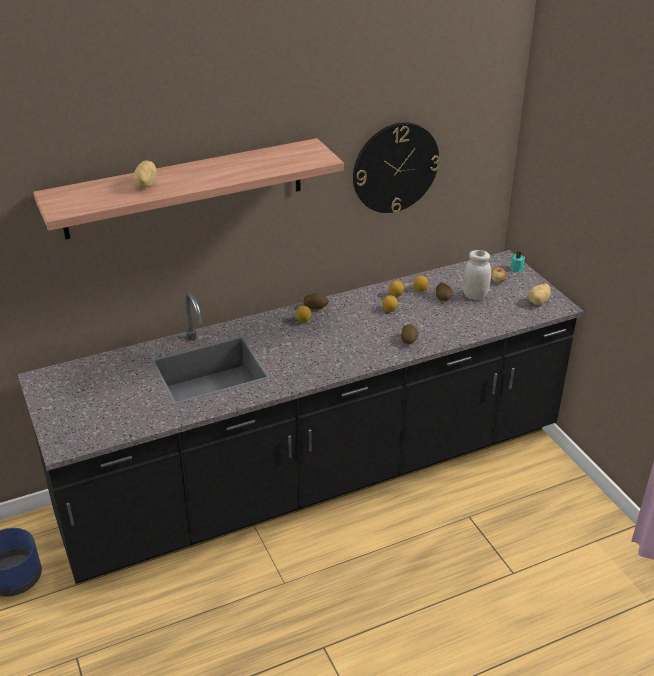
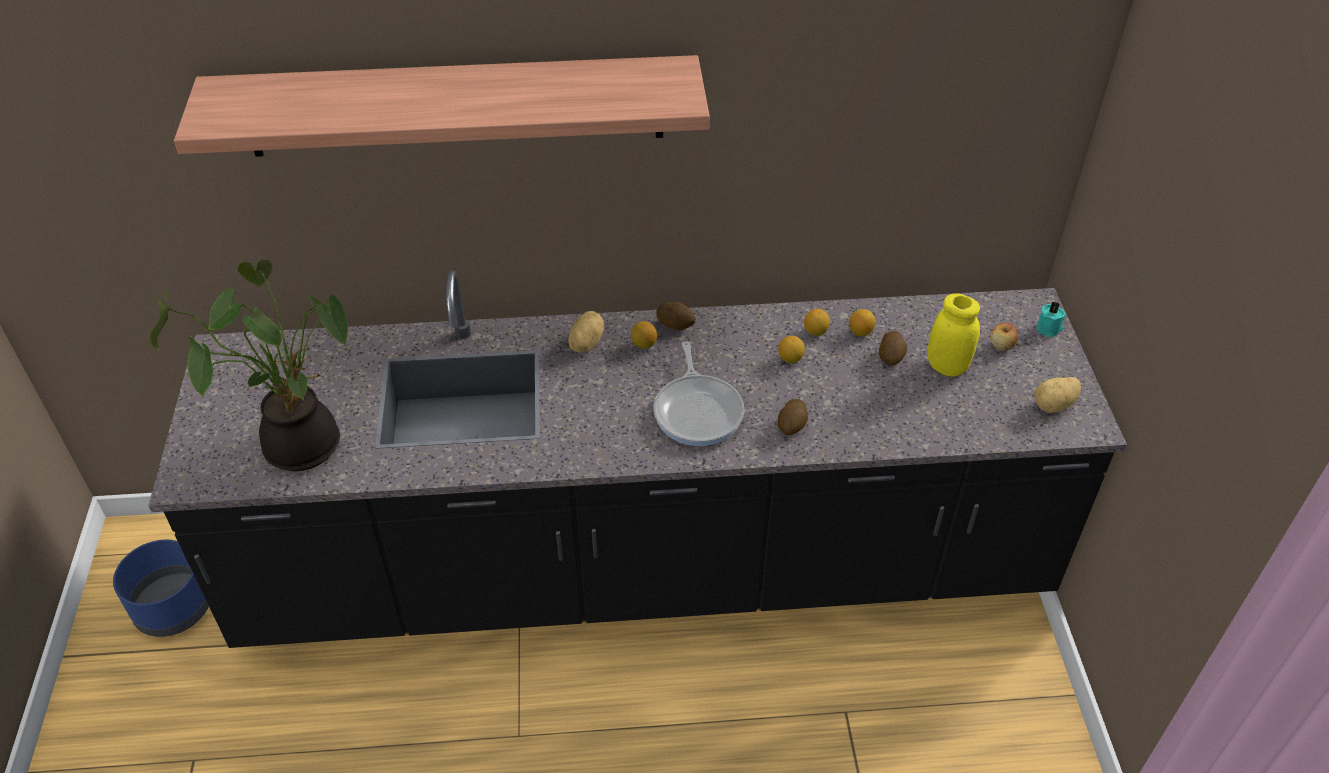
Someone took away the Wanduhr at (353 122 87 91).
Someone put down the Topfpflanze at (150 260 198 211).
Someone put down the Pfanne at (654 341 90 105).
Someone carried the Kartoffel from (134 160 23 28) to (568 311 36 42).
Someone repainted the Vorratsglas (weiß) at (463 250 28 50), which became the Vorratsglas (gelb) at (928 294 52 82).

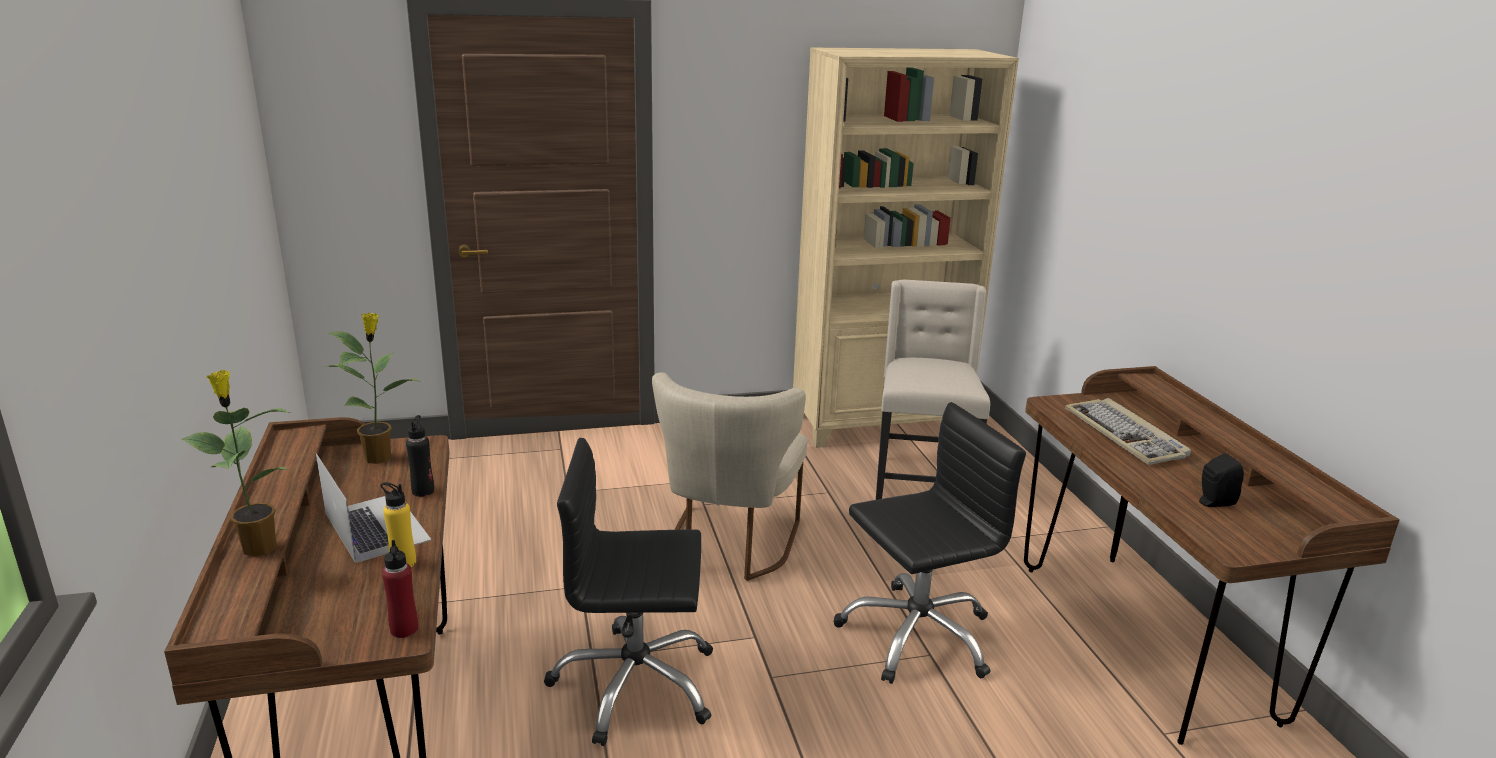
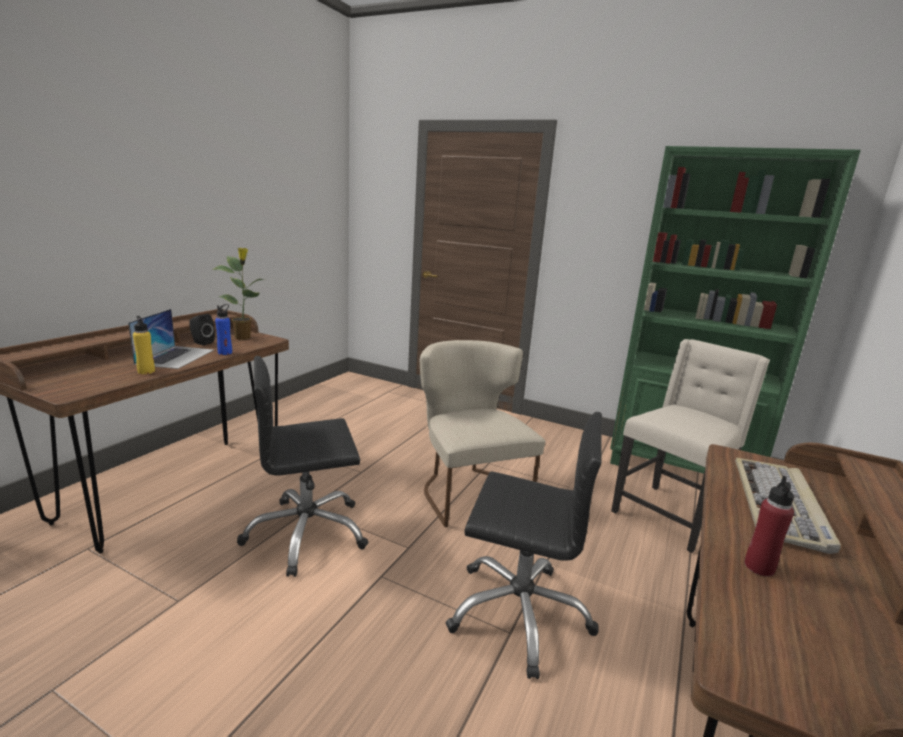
Someone took away the Topfpflanze at (181 370 110 187).
Someone carried the Flasche (rot) from (382 540 36 98) to (744 476 50 101).
Someone carried the Lautsprecher (schwarz) from (1199 453 45 54) to (189 314 26 31).
Someone repainted the Flasche (schwarz) at (406 415 28 82), which became the Flasche (blau) at (215 304 17 51).
Someone repainted the Bücherregal (beige) at (793 47 226 401), which became the Bücherregal (grün) at (610 146 251 327).
Someone rotated the Bürostuhl (schwarz) at (544 438 169 308) by 60 degrees counterclockwise.
Someone rotated the Stuhl (beige) at (652 373 156 208) by 105 degrees clockwise.

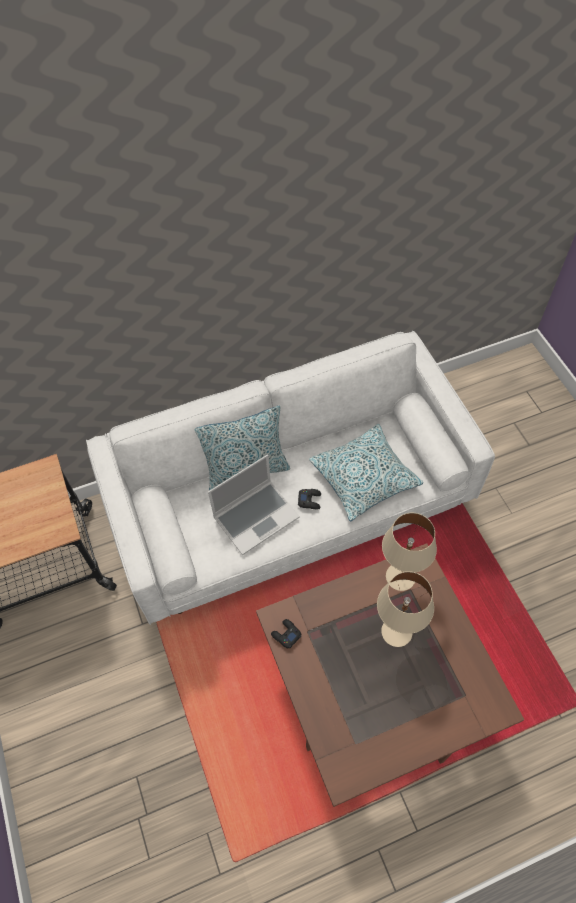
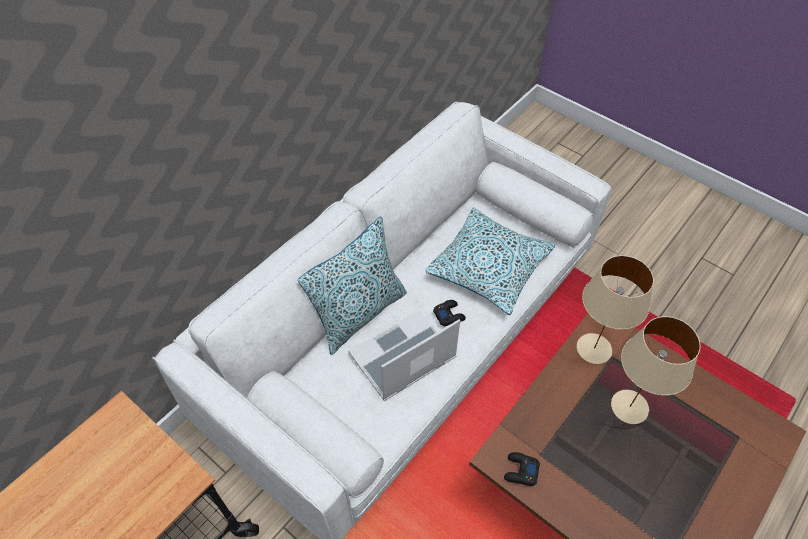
Someone rotated the Laptop at (208 454 92 101) by 150 degrees counterclockwise.

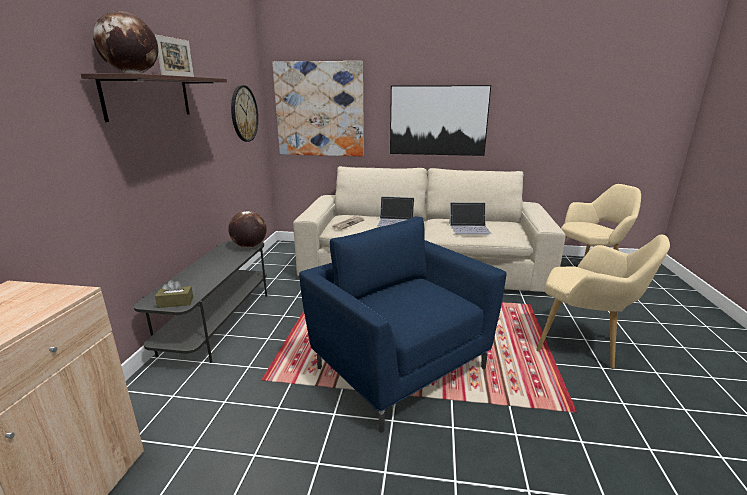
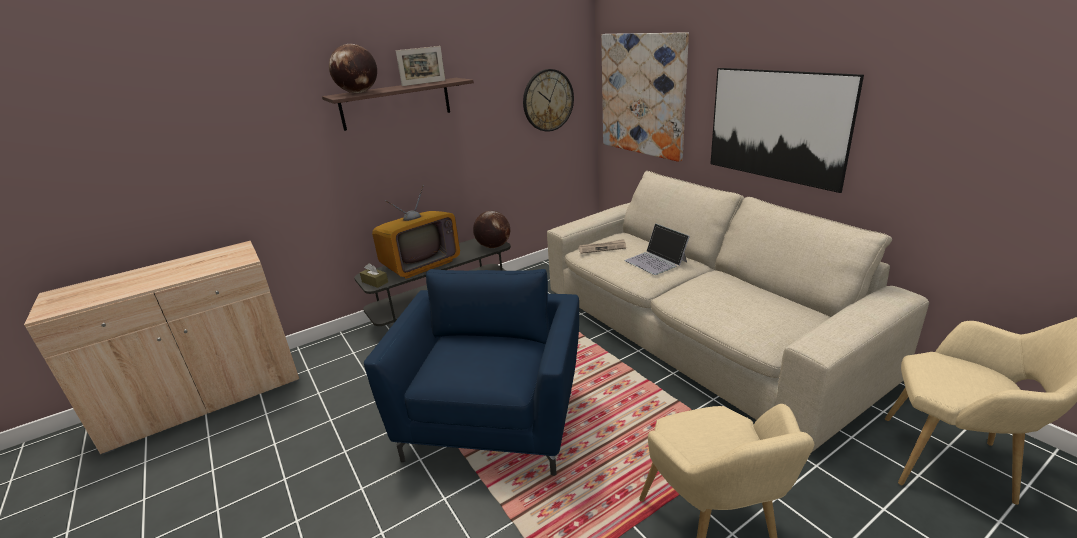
Someone took away the Laptop at (449 202 42 32).
Someone put down the Fernseher at (372 185 88 94).

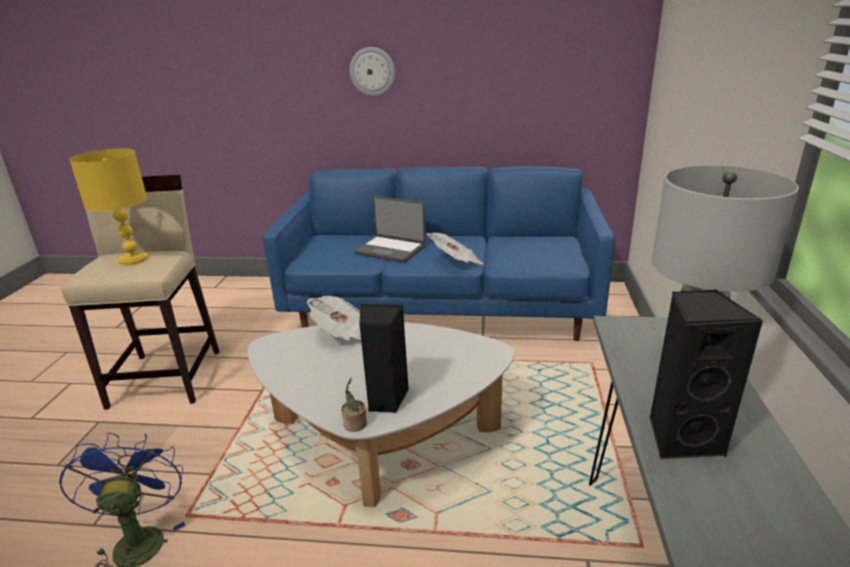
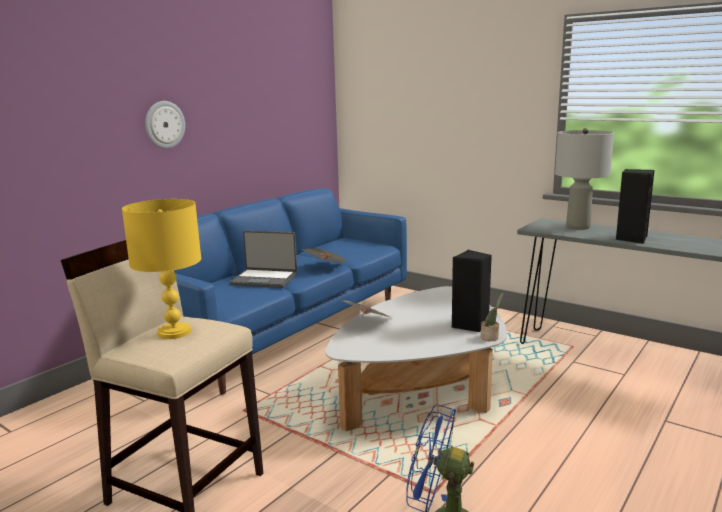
Someone rotated the Laptop at (354 196 72 67) by 45 degrees clockwise.

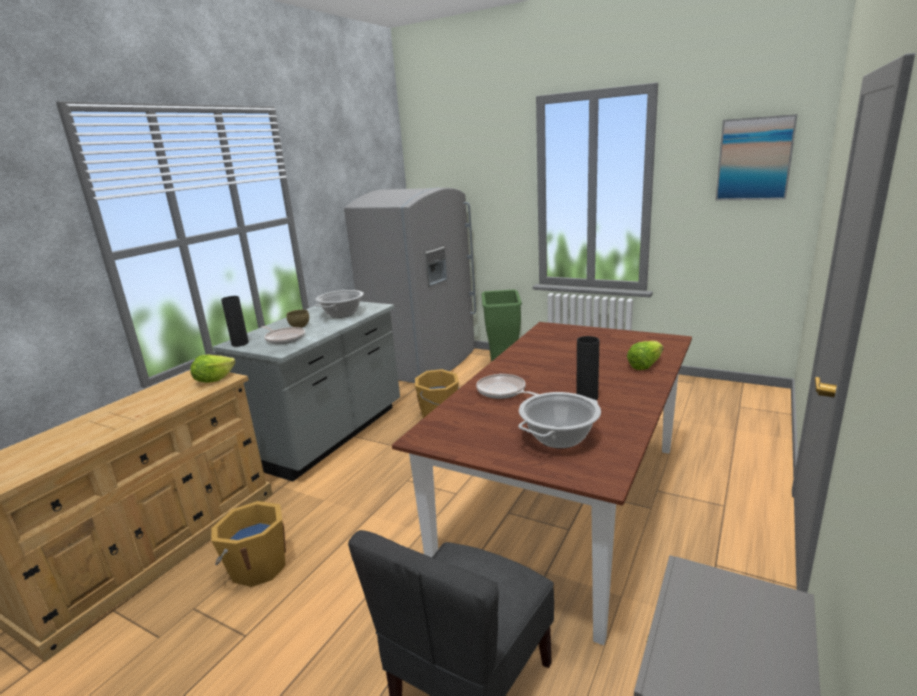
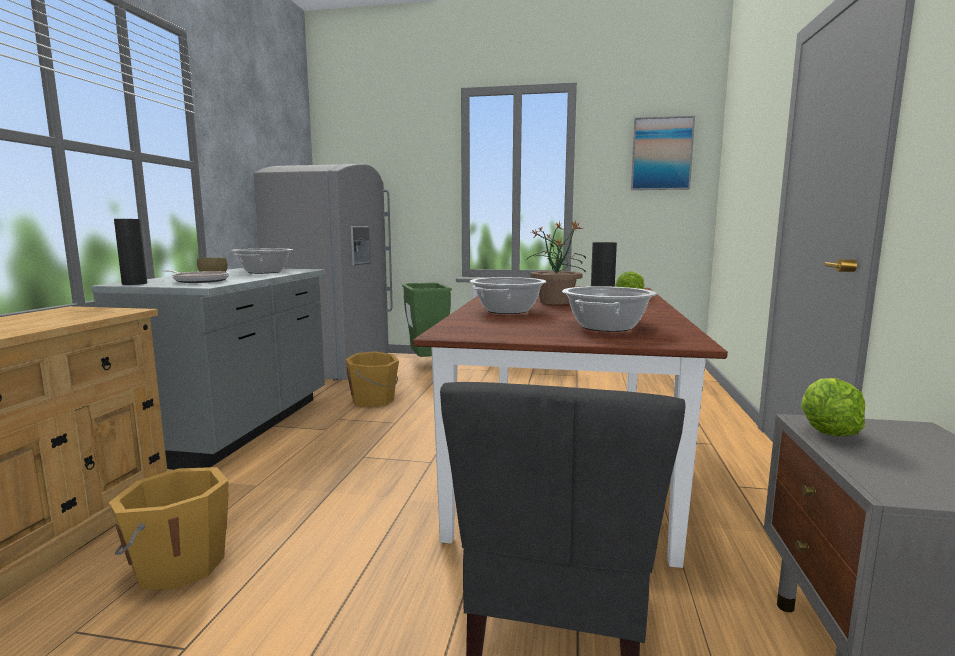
Someone put down the Topfpflanze at (525 221 61 84).
Someone carried the Salatkopf from (190 355 46 28) to (801 378 64 58).
Someone swapped the Pfanne at (476 374 62 25) for the Kochtopf at (470 277 77 37).

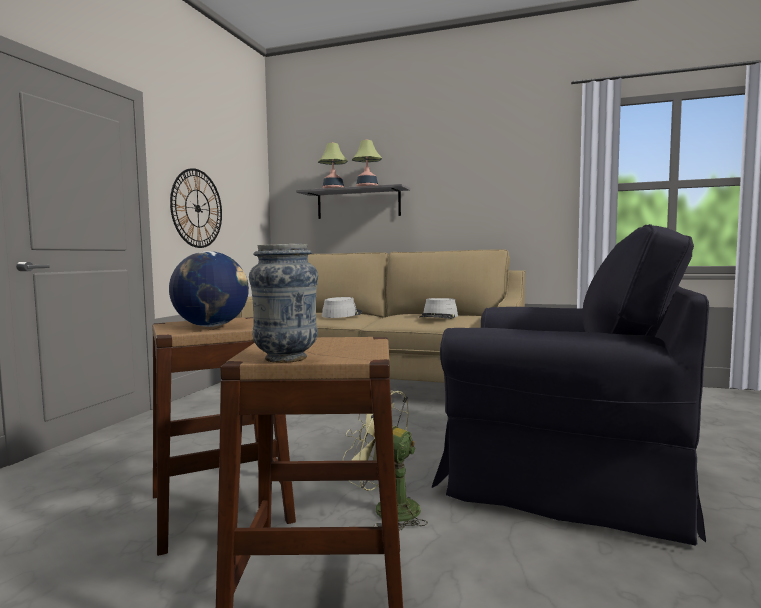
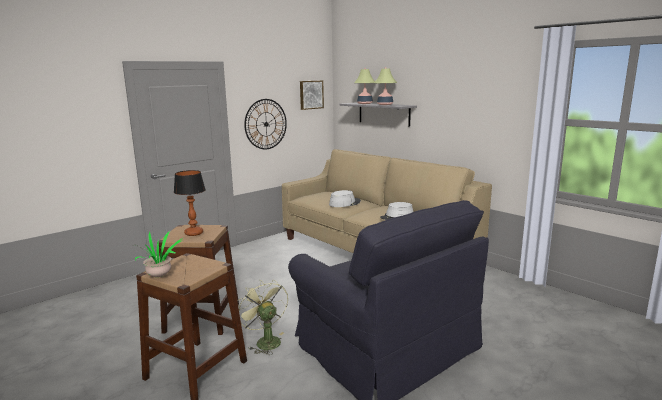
Someone put up the Bild at (300 80 24 30).
Someone swapped the Globus at (169 251 80 76) for the Tischlampe at (174 170 32 66).
Someone swapped the Vase at (249 244 69 119) for the Topfpflanze at (134 231 49 46).

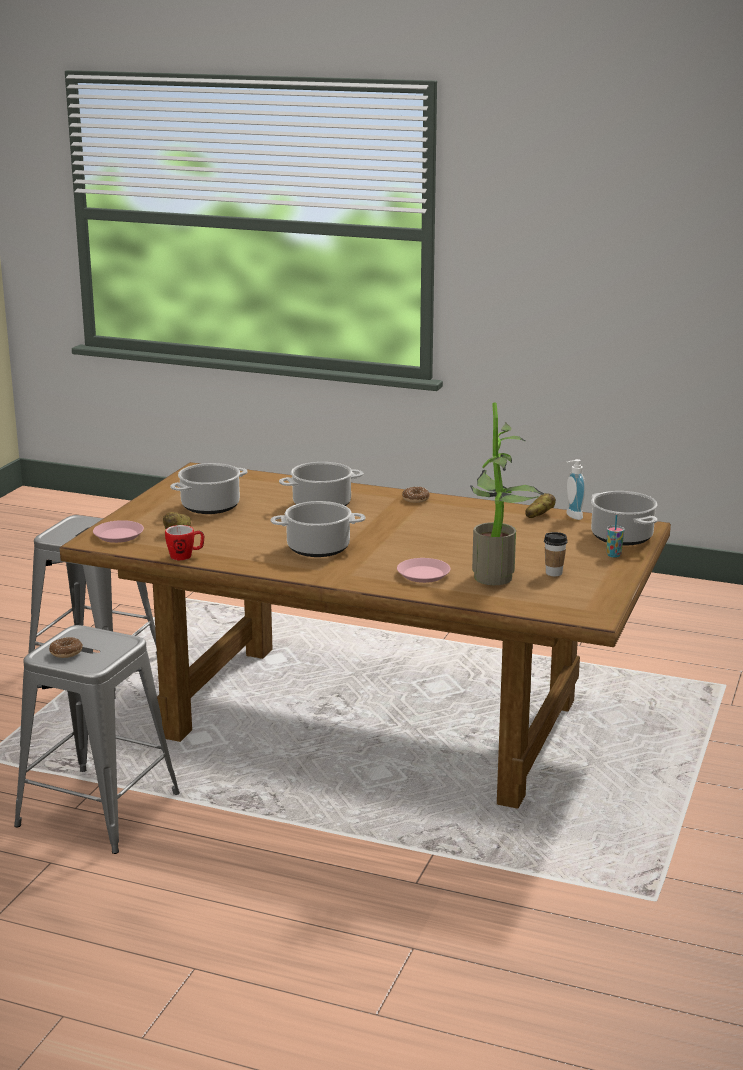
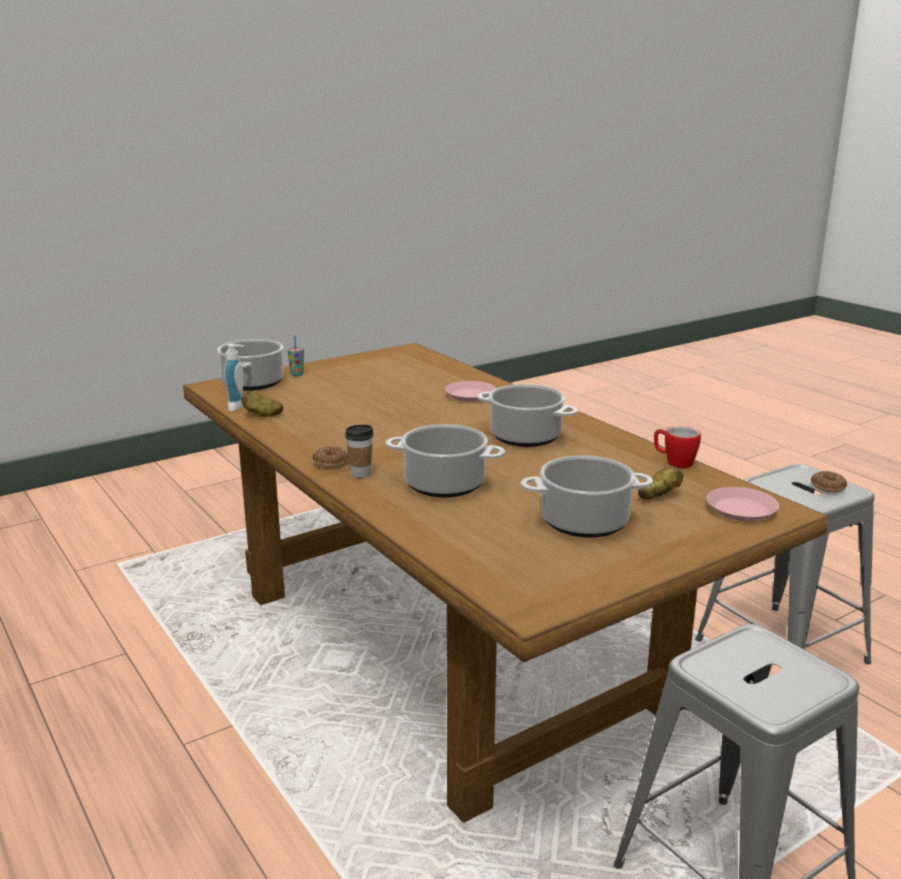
Someone took away the Topfpflanze at (470 402 74 183).
Someone carried the Tasse from (544 532 23 44) to (345 425 29 53).

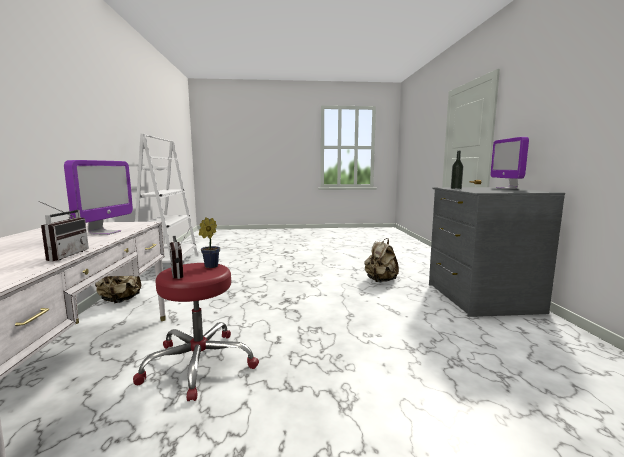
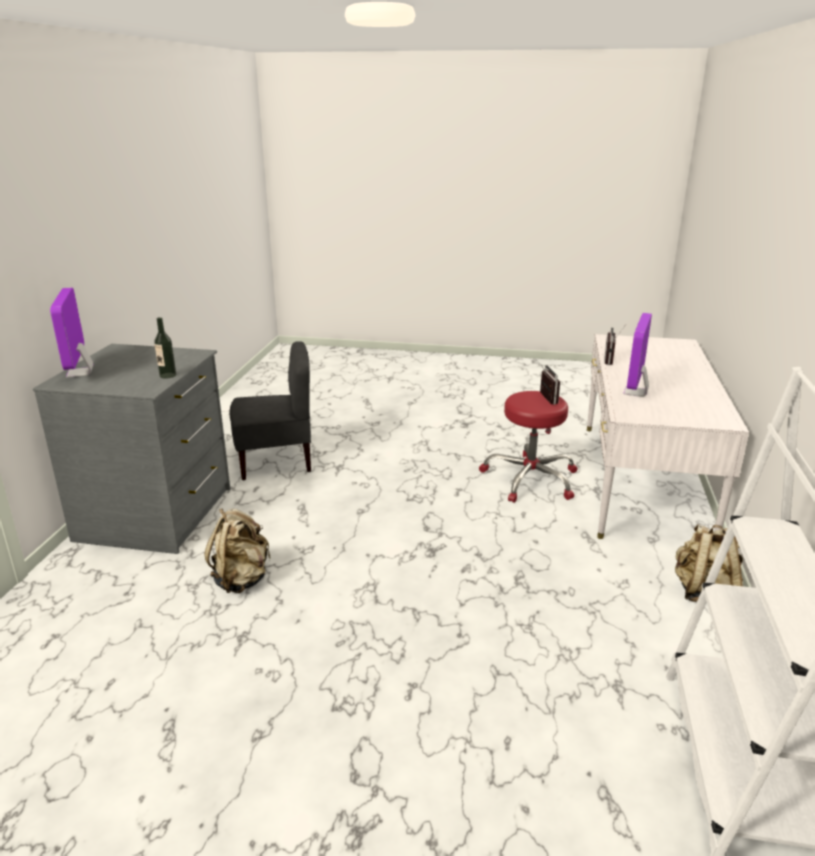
Someone took away the Topfpflanze at (199 218 21 50).
Someone put down the Stuhl (grau) at (229 341 82 139).
Someone rotated the Monitor at (491 137 38 52) by 150 degrees clockwise.

